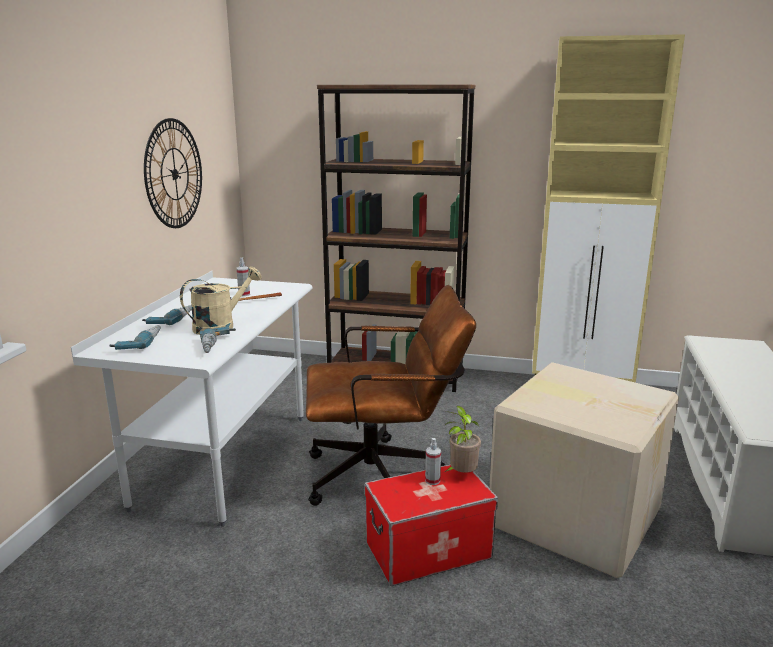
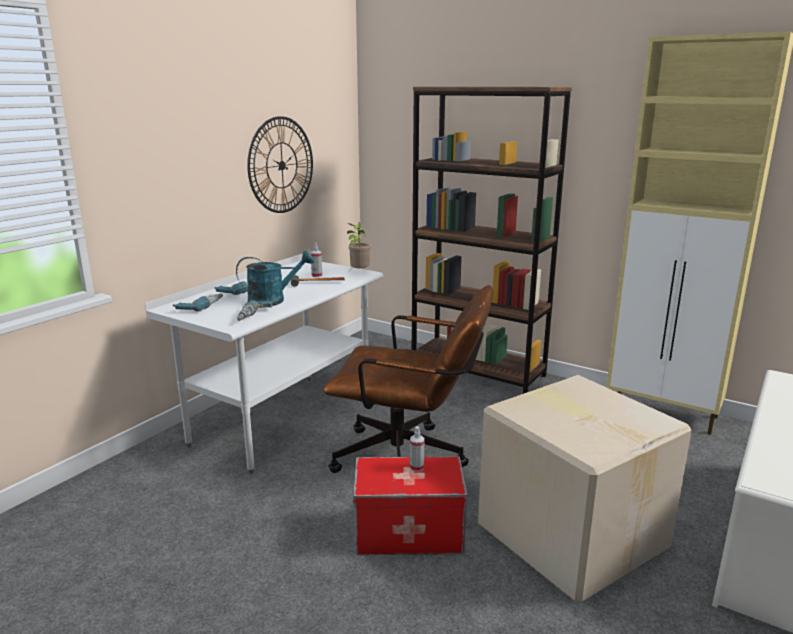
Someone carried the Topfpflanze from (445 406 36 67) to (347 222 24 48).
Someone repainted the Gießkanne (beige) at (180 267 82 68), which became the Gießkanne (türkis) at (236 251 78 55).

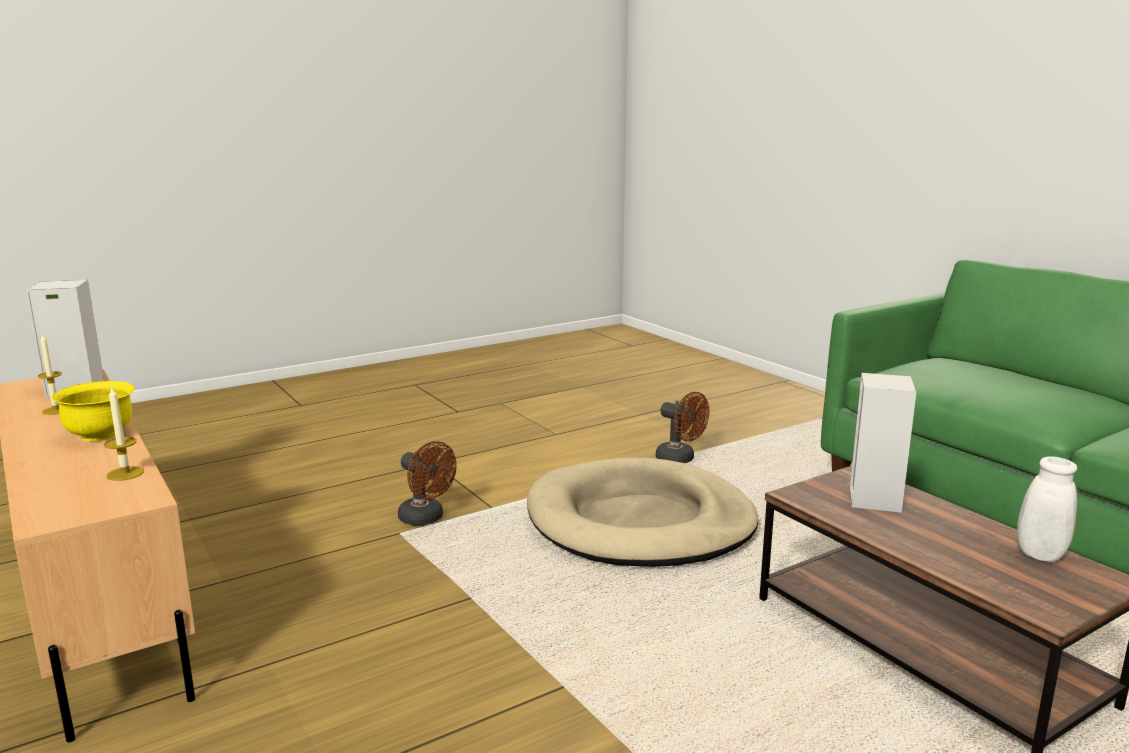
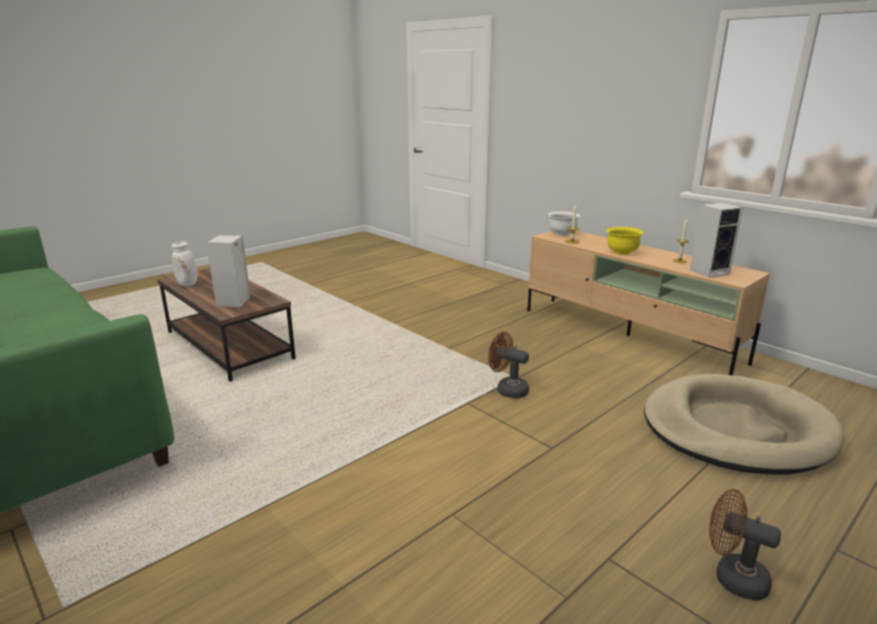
Someone put down the Schüssel (weiß) at (548 211 33 25).
Someone carried the Hundebett (beige) from (527 458 231 109) to (644 374 200 101).
Someone carried the Ventilator (braun) from (656 392 53 71) to (709 489 72 112).

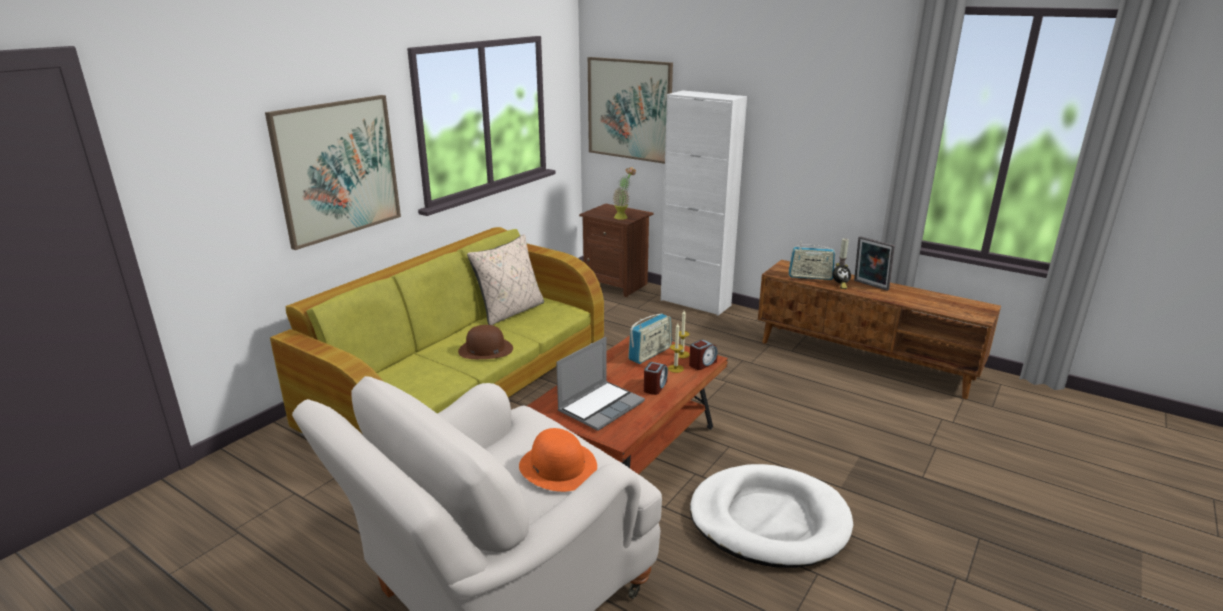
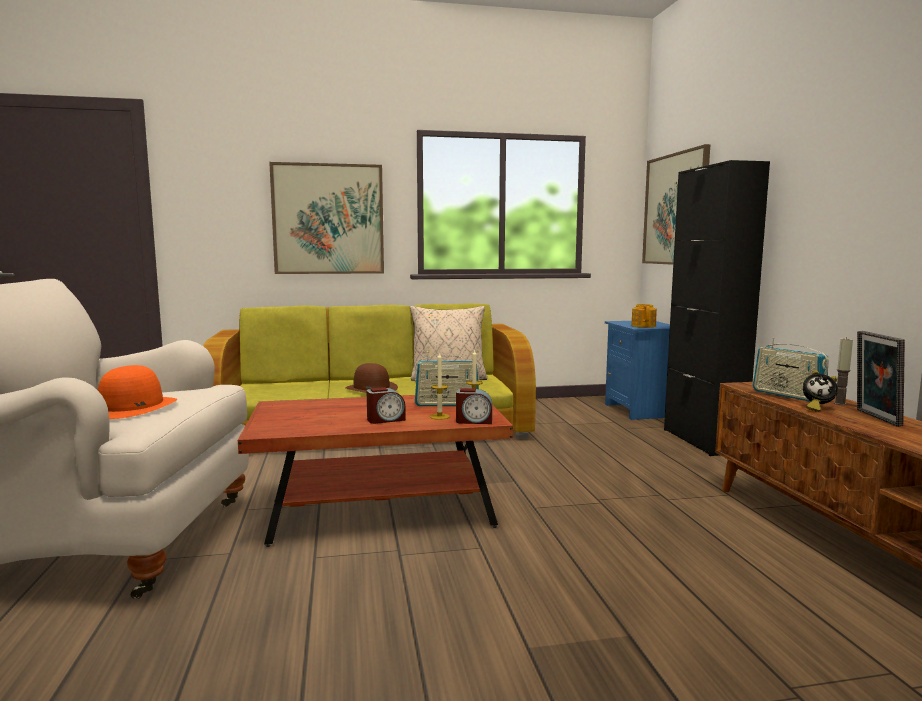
Someone took away the Laptop at (556 337 89 94).
Someone took away the Hundebett (weiß) at (690 464 163 104).
Someone swapped the Topfpflanze at (613 167 23 53) for the Teekanne at (631 304 26 24).
Someone repainted the Nachttisch (braun) at (579 204 75 93), which became the Nachttisch (blau) at (605 321 65 99).
Someone repainted the Schrank (weiß) at (661 90 86 226), which became the Schrank (schwarz) at (664 160 106 296).

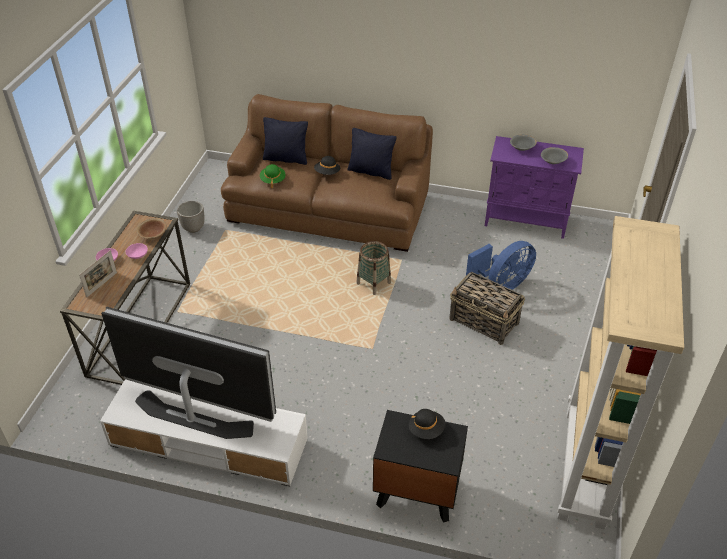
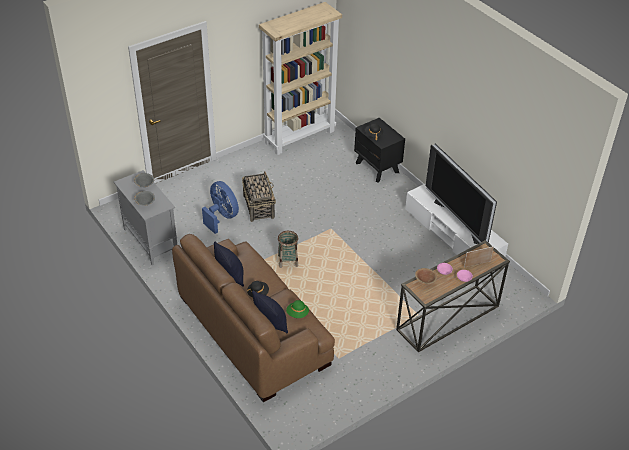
Someone took away the Pflanzkübel at (177 201 28 32).
Someone repainted the Schrank (lila) at (485 136 99 103), which became the Schrank (grau) at (114 170 63 95).
Someone rotated the Ventilator (blau) at (466 241 70 49) by 45 degrees clockwise.

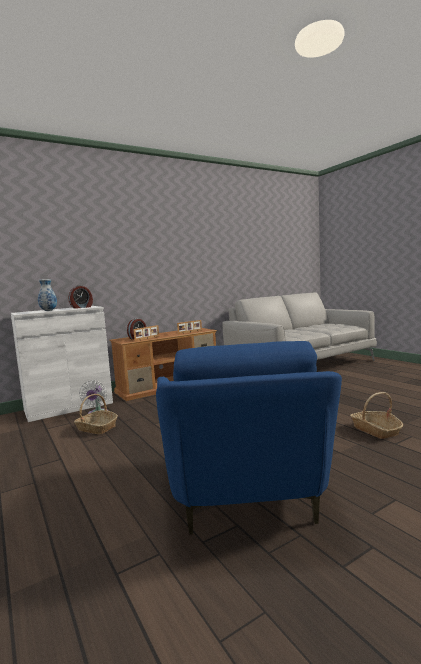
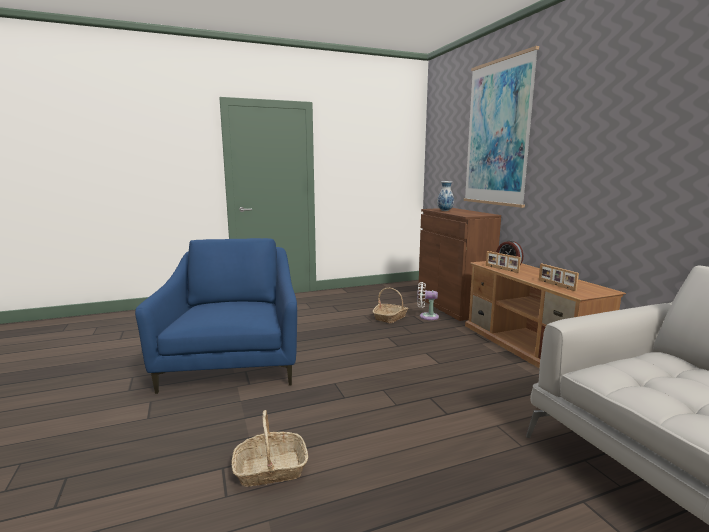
Someone took away the Wecker at (69 285 24 24).
Someone put up the Bild at (464 46 75 162).
Someone repainted the Schrank (weiß) at (11 306 102 116), which became the Schrank (braun) at (418 208 83 113).
Someone rotated the Sessel (blau) at (156 341 186 194) by 75 degrees clockwise.

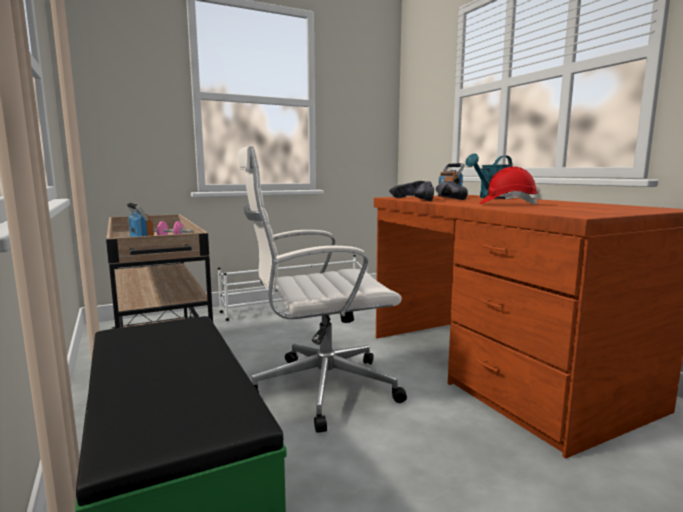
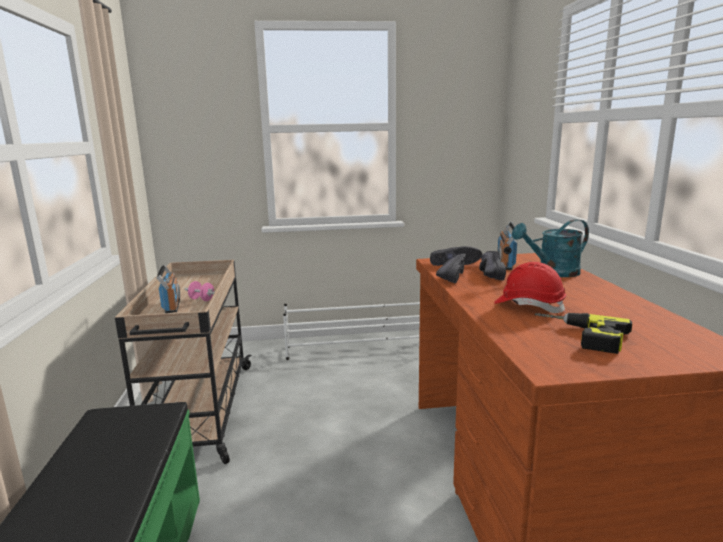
Someone took away the Bürostuhl (weiß) at (238 146 169 287).
Someone put down the Bohrmaschine at (535 313 97 41).

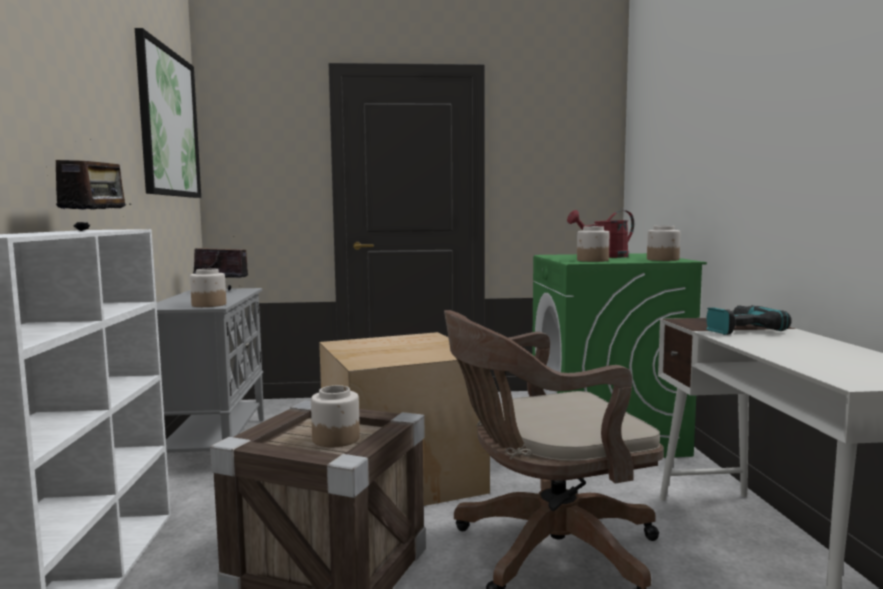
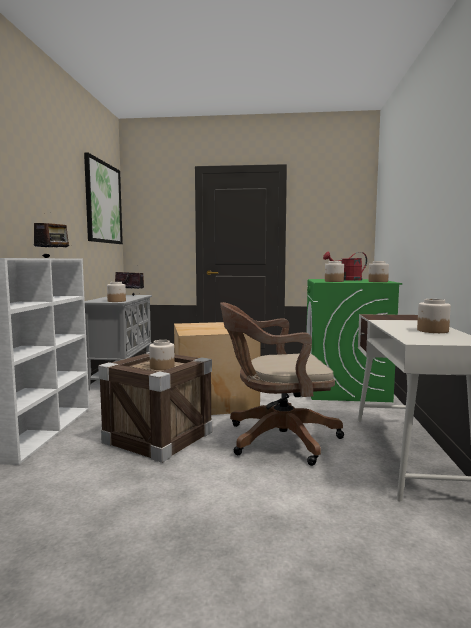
Someone took away the Bohrmaschine at (706 305 86 30).
Someone put down the Vorratsglas at (417 299 34 34).

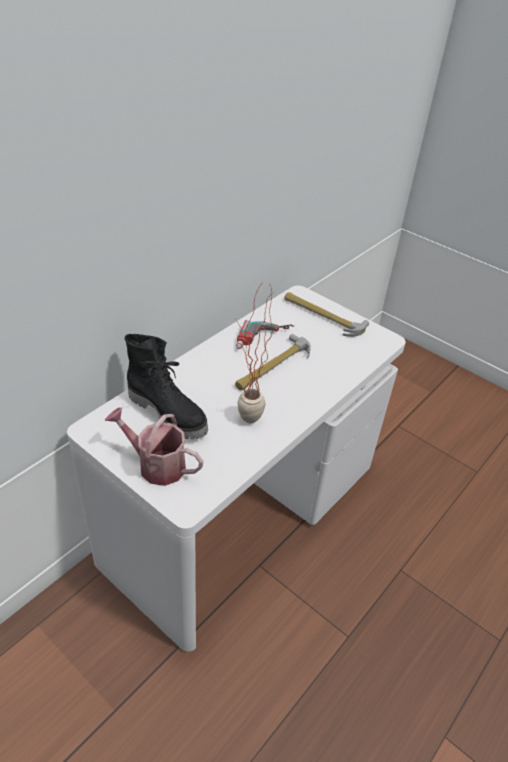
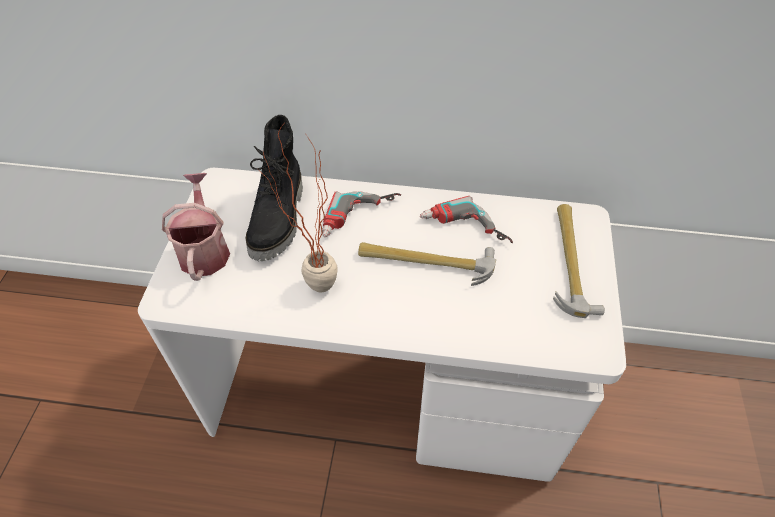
Someone put down the Bohrmaschine at (322 191 79 46).

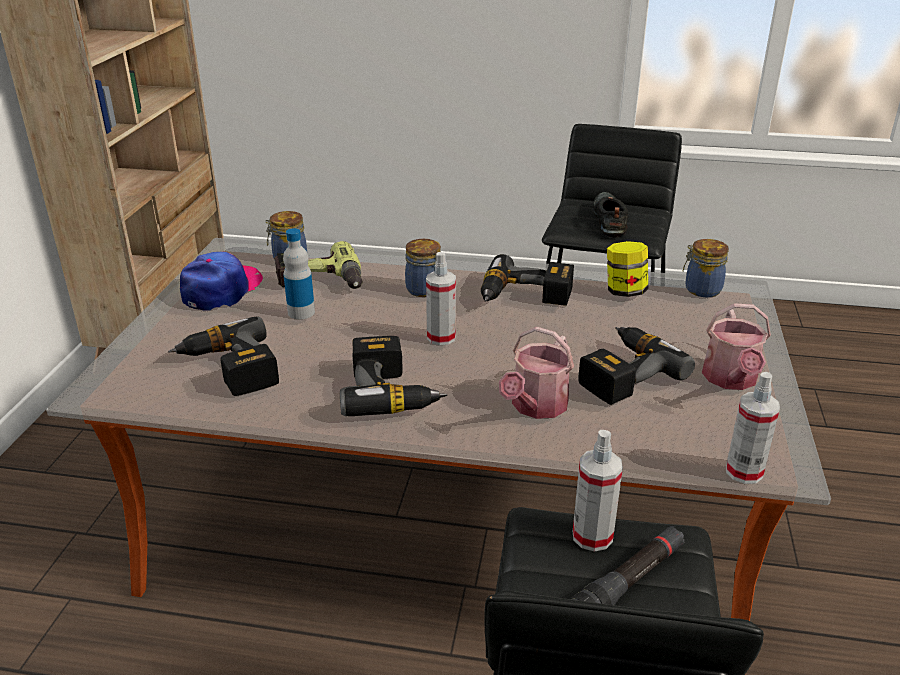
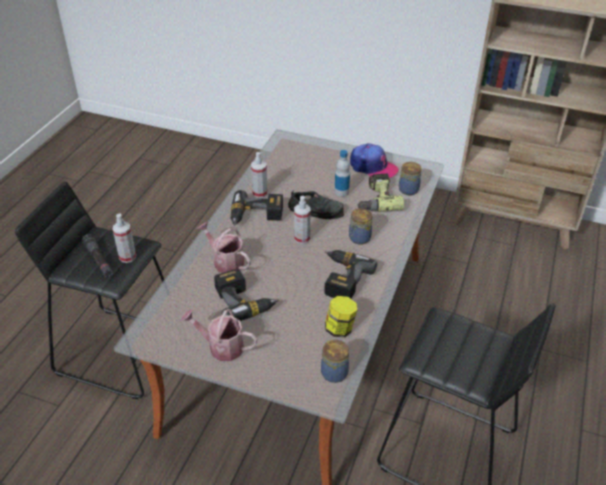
Someone took away the Bohrmaschine at (168 316 111 80).
Someone carried the Schuh (schwarz) from (593 192 36 46) to (288 191 56 28).
Someone carried the Sprühflasche from (726 372 54 112) to (251 152 17 46).

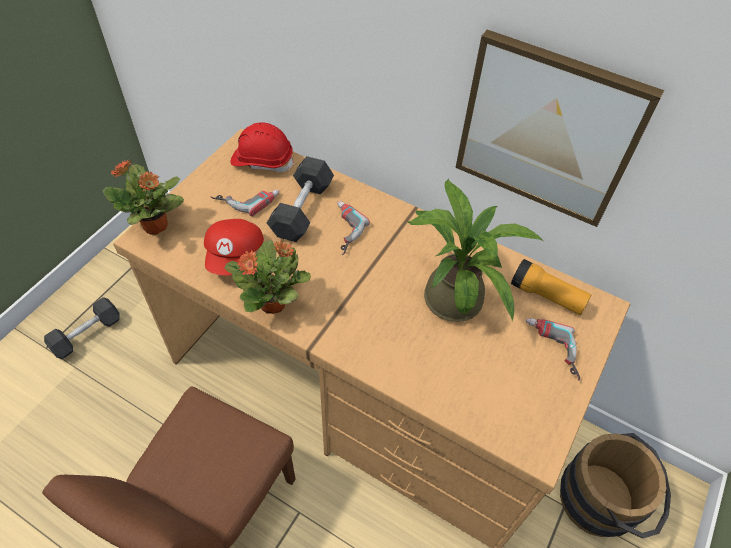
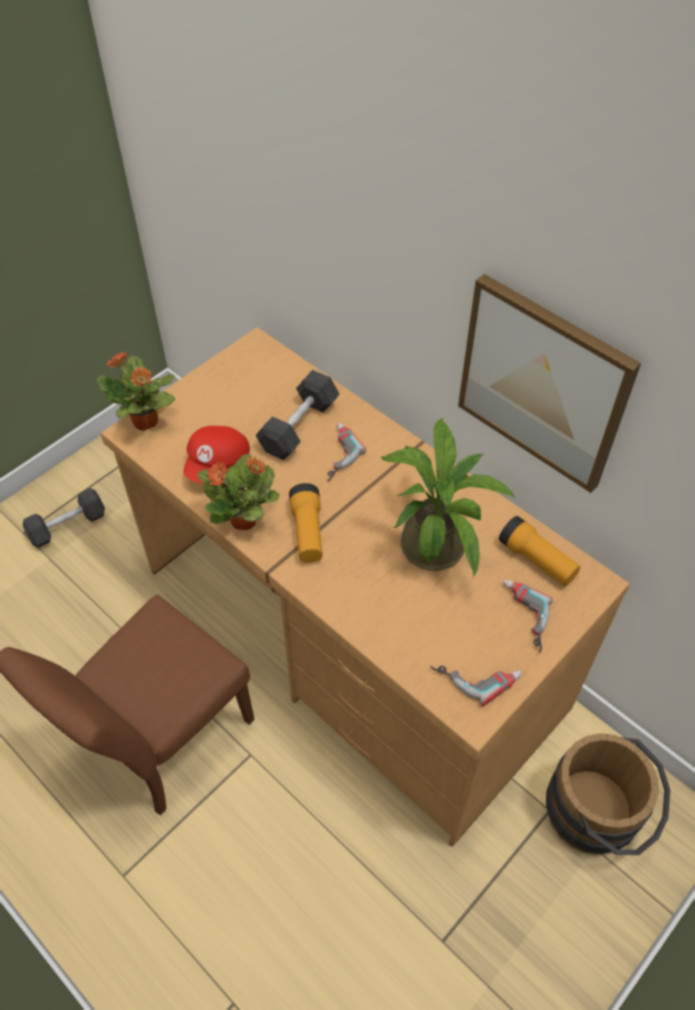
Someone took away the Schutzhelm (rot) at (230 122 64 50).
Someone put down the Taschenlampe at (289 483 33 79).
Someone carried the Bohrmaschine from (210 189 69 27) to (430 666 92 41).

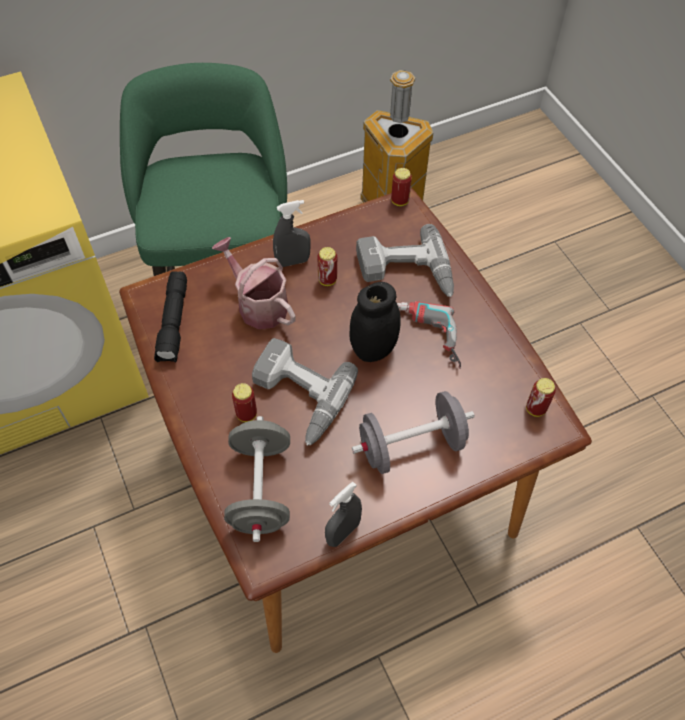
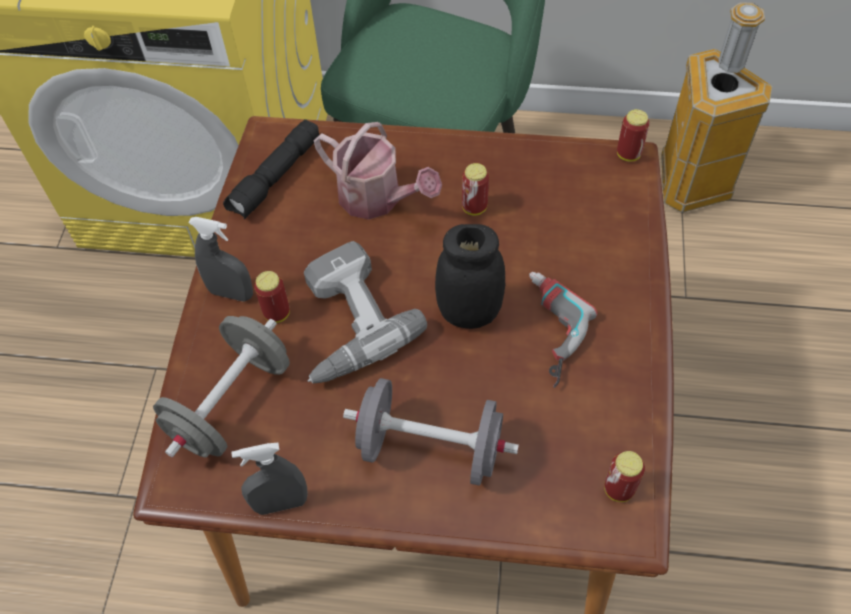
Someone took away the Bohrmaschine at (356 224 98 73).
Someone carried the Sprühflasche (grau) from (273 200 38 67) to (189 217 64 85).
Someone rotated the Gießkanne at (212 237 84 92) by 135 degrees clockwise.

